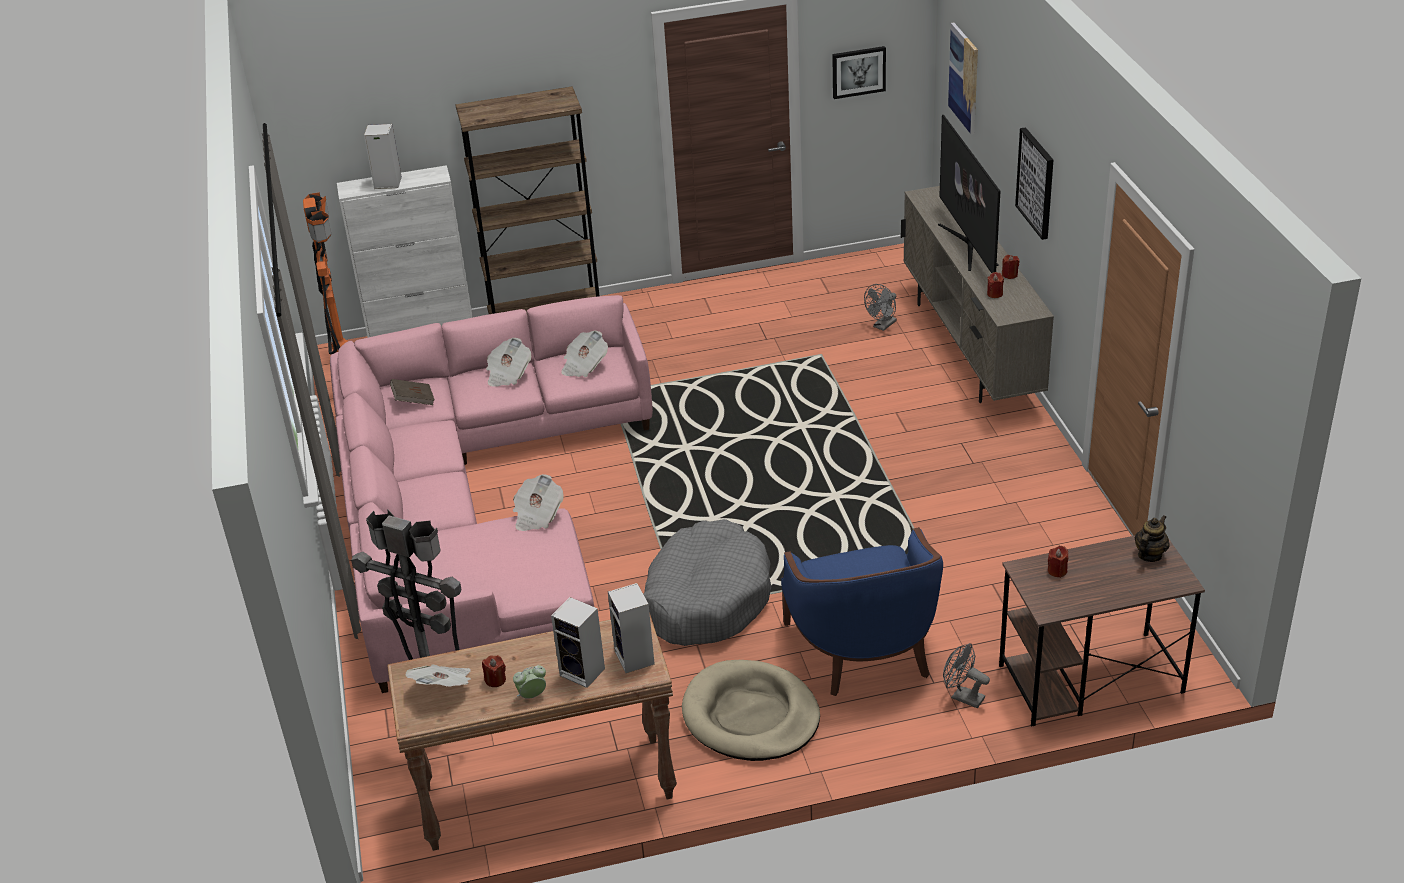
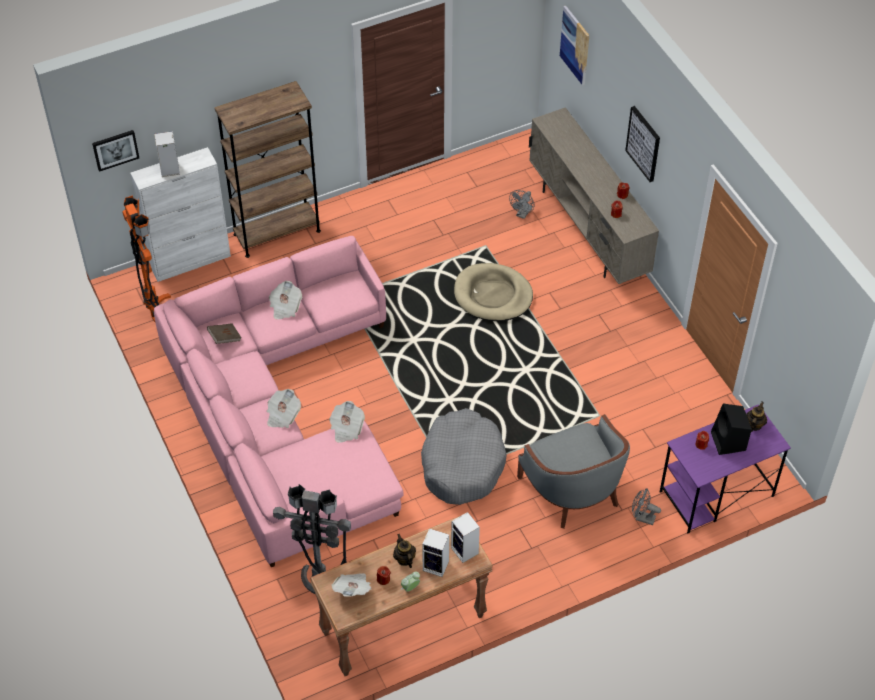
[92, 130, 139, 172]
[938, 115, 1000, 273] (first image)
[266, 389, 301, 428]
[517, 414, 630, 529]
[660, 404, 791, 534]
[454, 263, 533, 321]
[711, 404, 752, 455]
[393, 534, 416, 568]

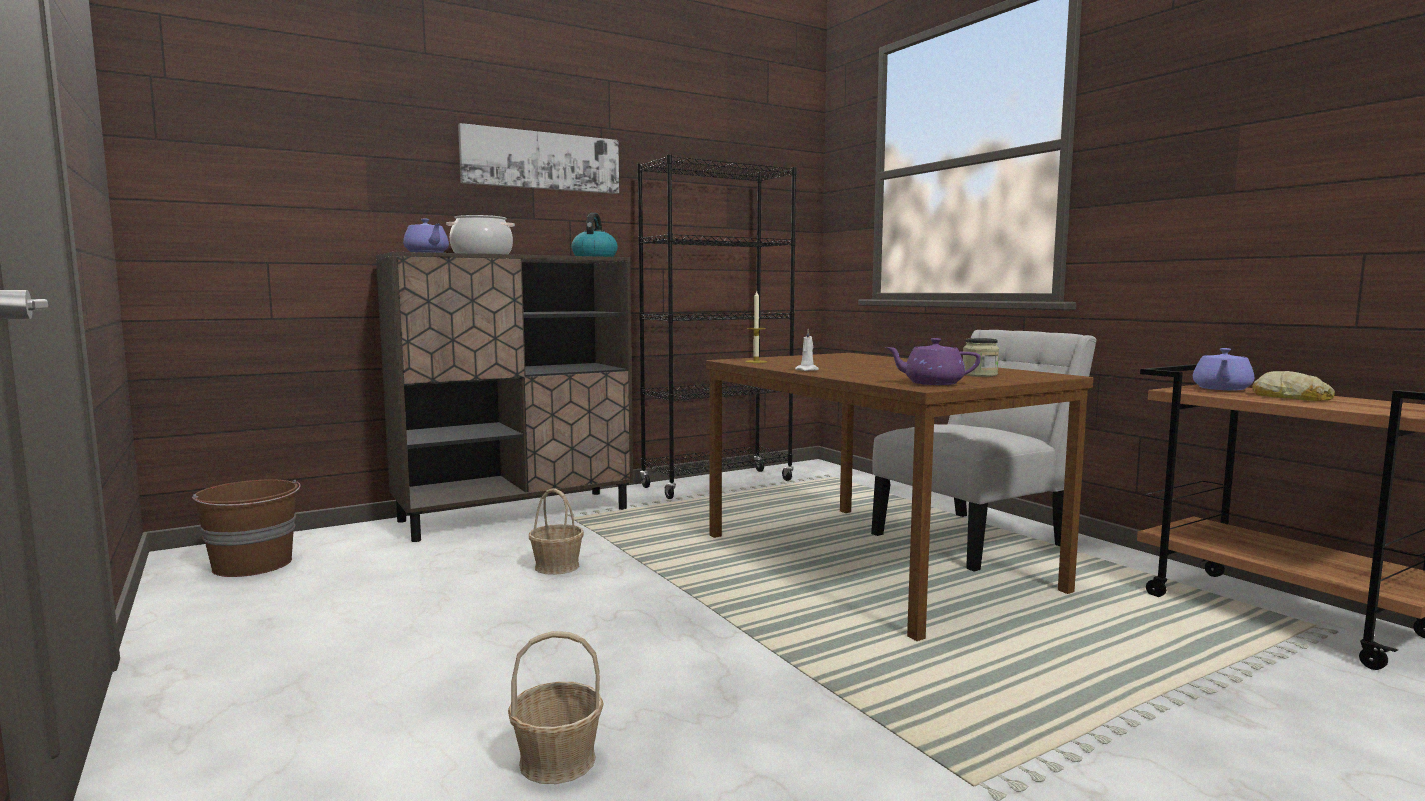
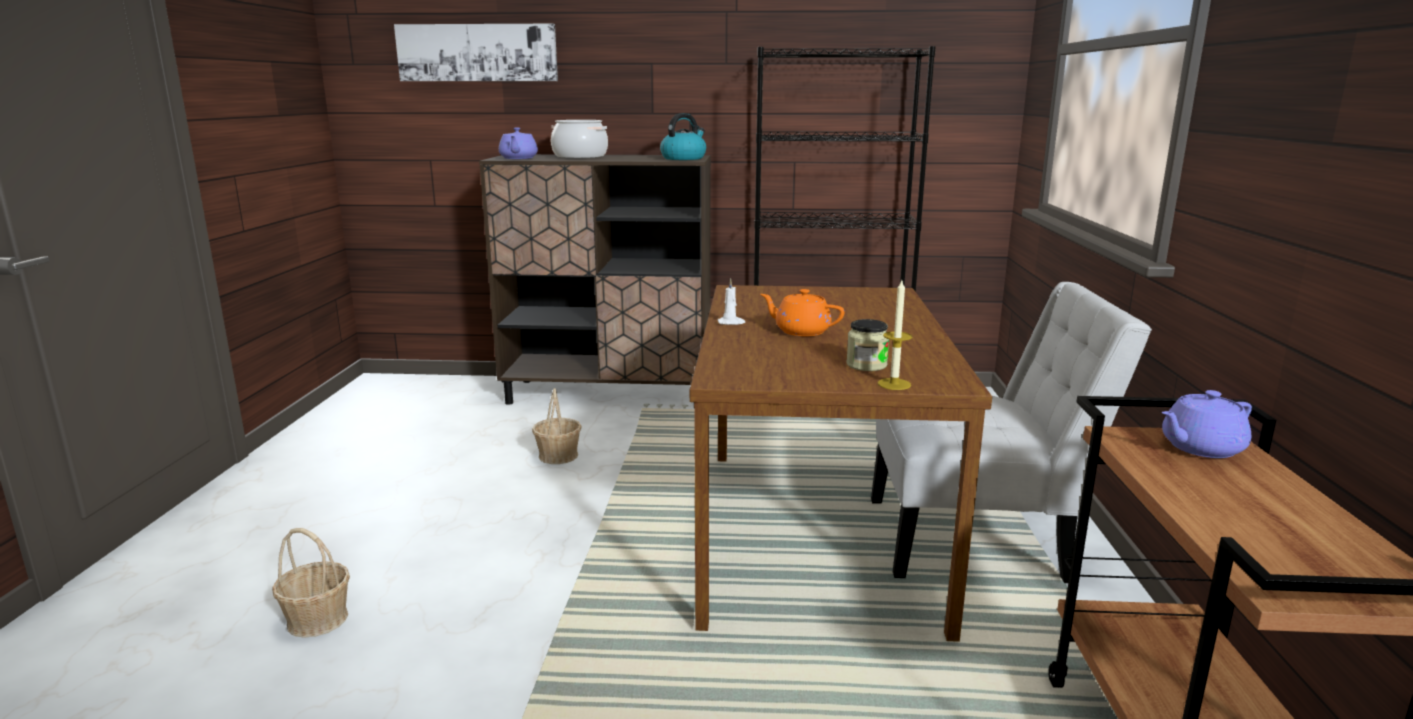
[394, 24, 558, 81]
[877, 281, 912, 390]
[885, 338, 981, 385] (first image)
[1252, 371, 1335, 401] (first image)
[192, 480, 301, 577] (first image)
[760, 289, 845, 336]

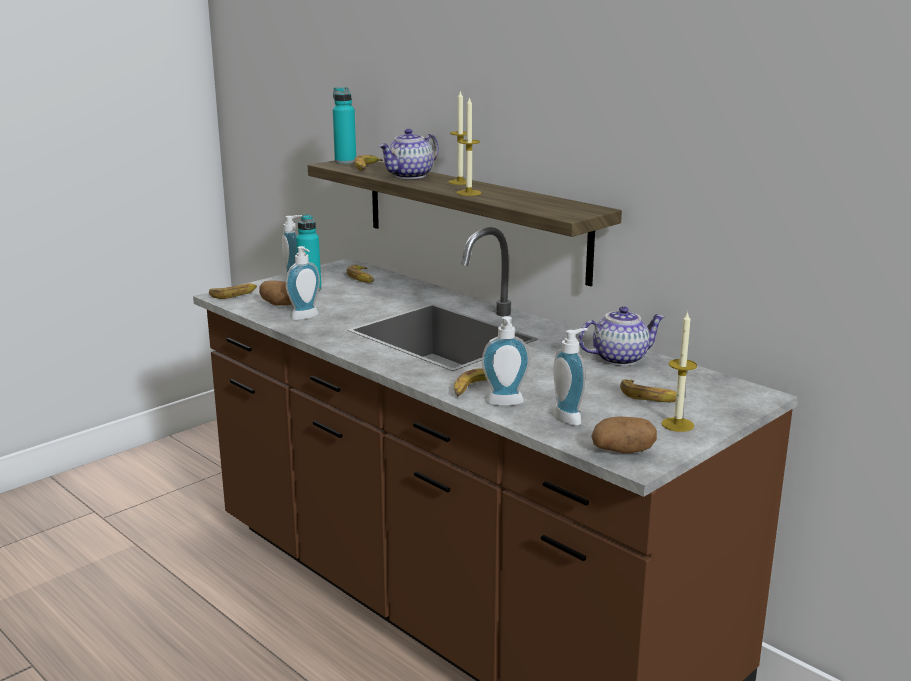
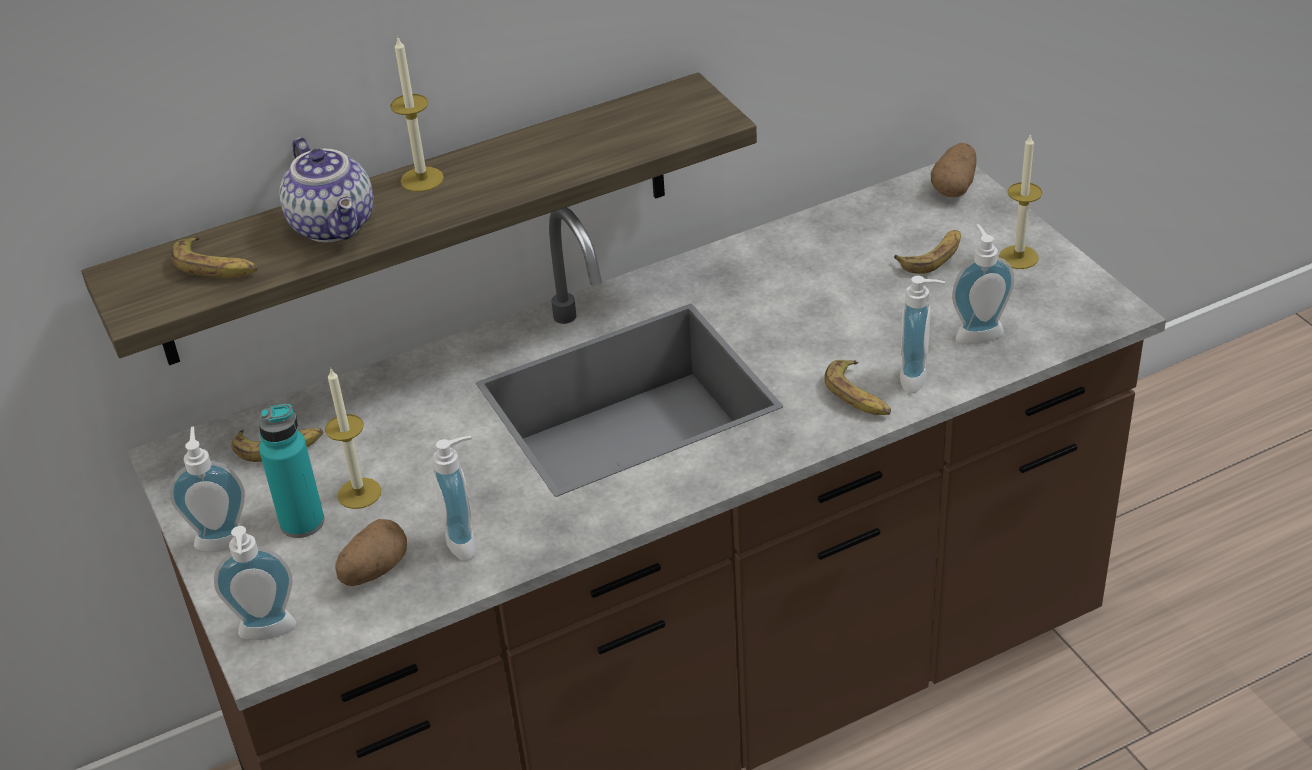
[333, 87, 356, 164] (first image)
[325, 367, 381, 509]
[214, 526, 296, 640]
[578, 306, 665, 366] (first image)
[931, 143, 977, 198]

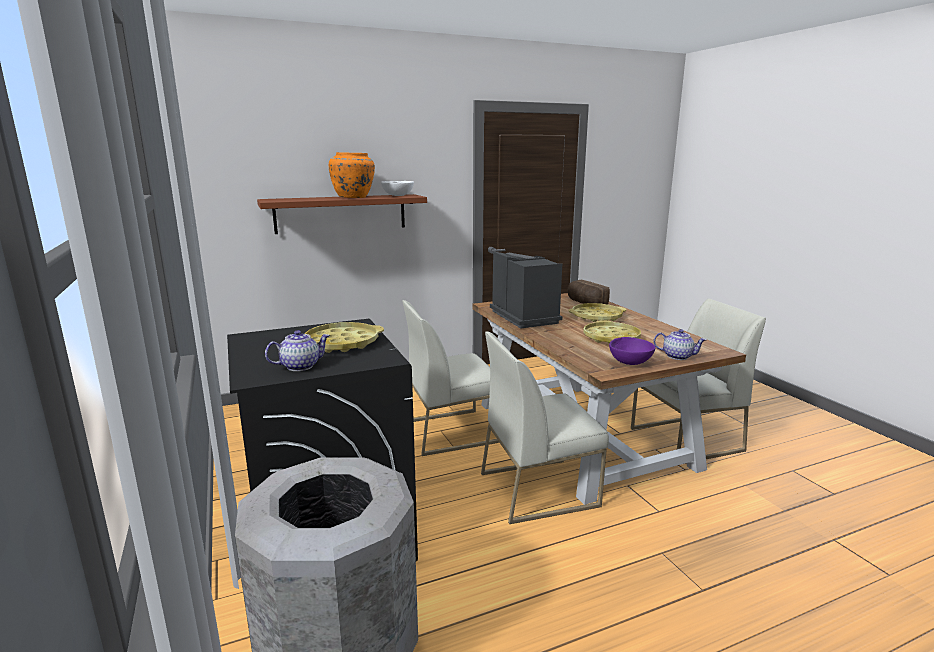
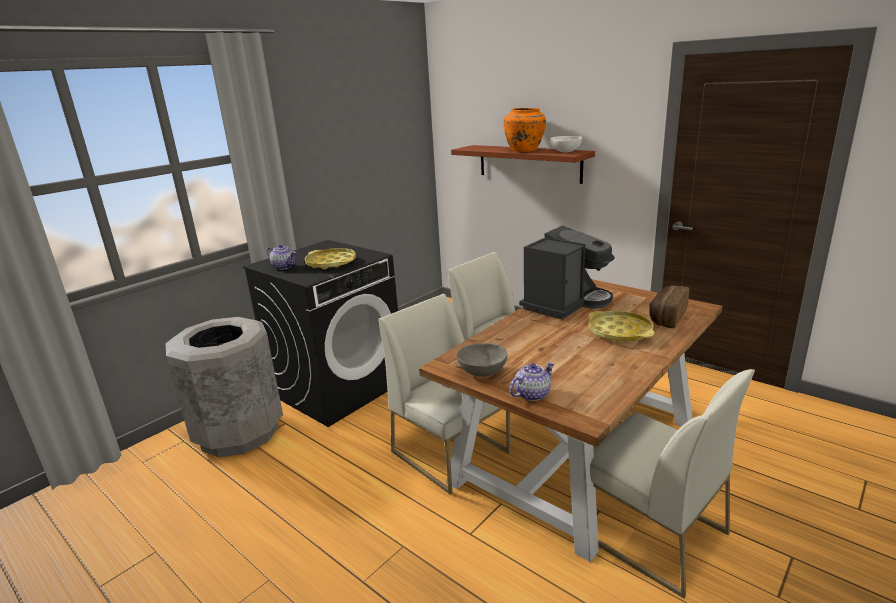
[583, 320, 641, 343] (first image)
[509, 362, 555, 401]
[457, 343, 507, 376]

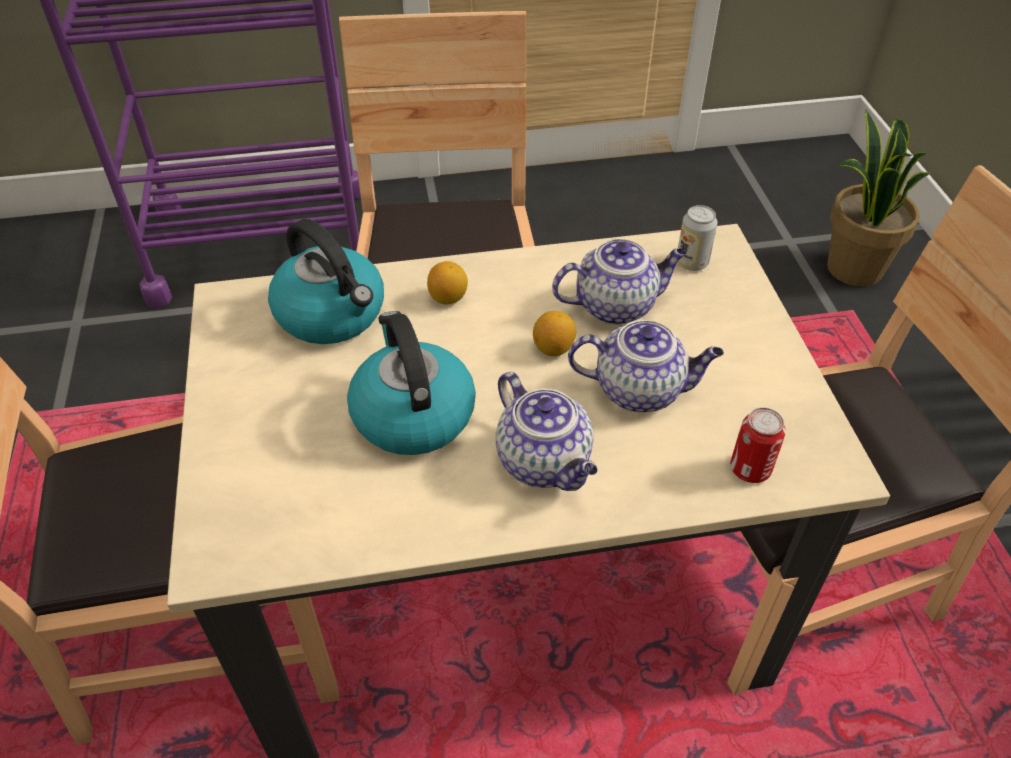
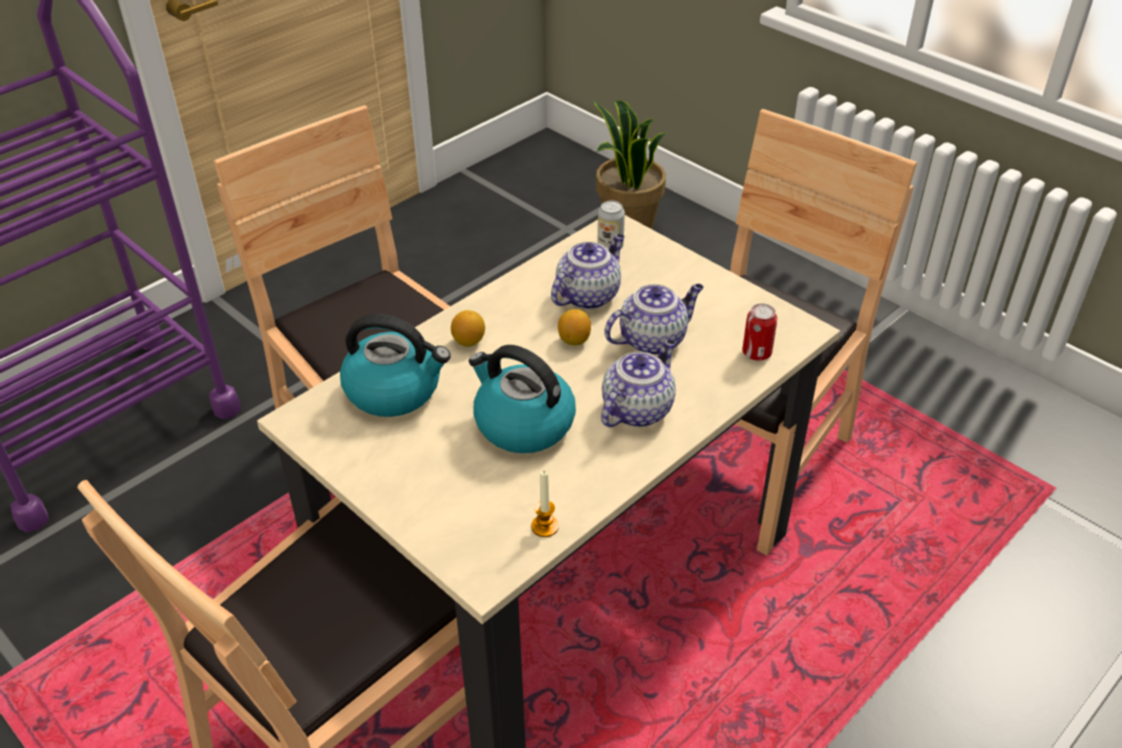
[601, 339, 676, 427]
[531, 470, 559, 537]

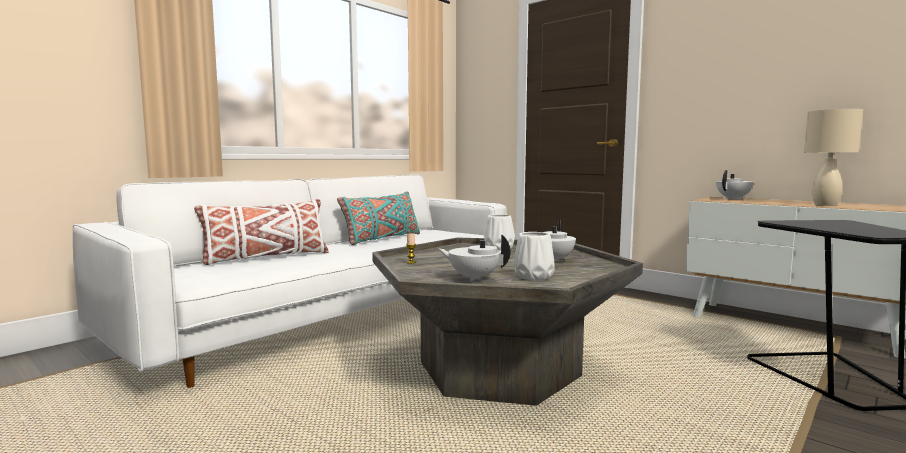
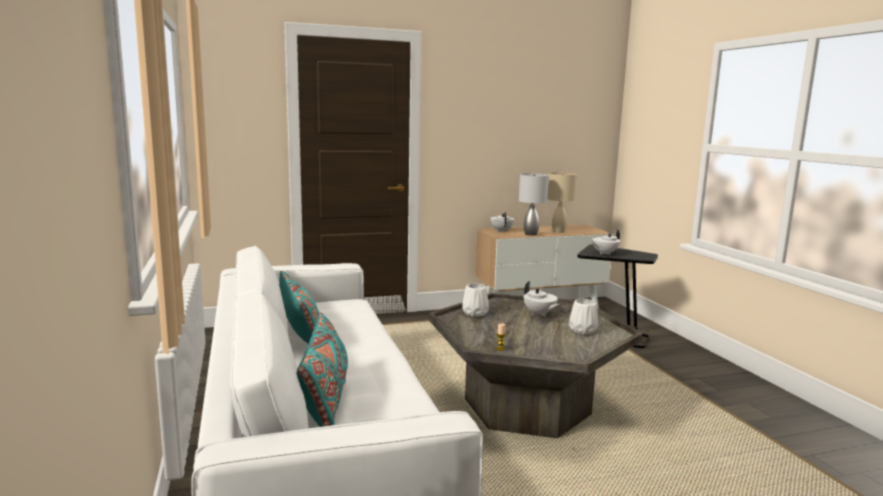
[297, 312, 348, 427]
[592, 229, 620, 255]
[519, 173, 549, 236]

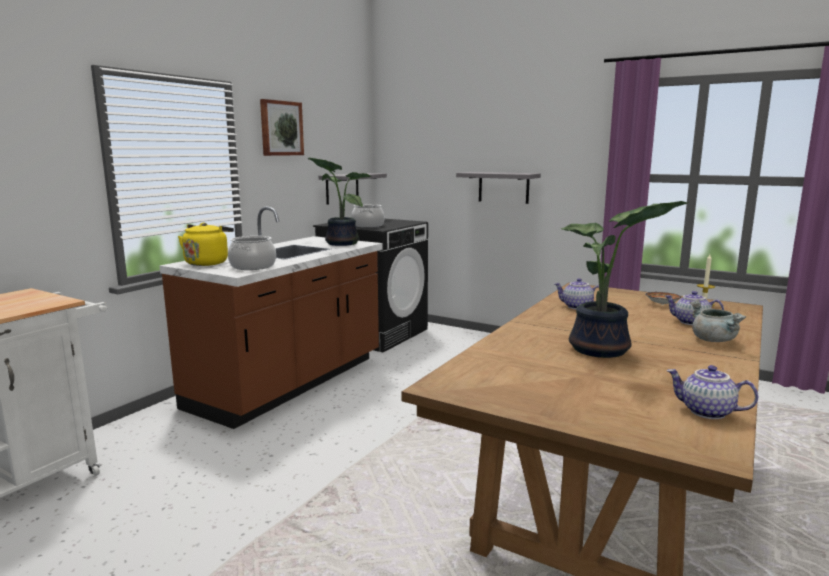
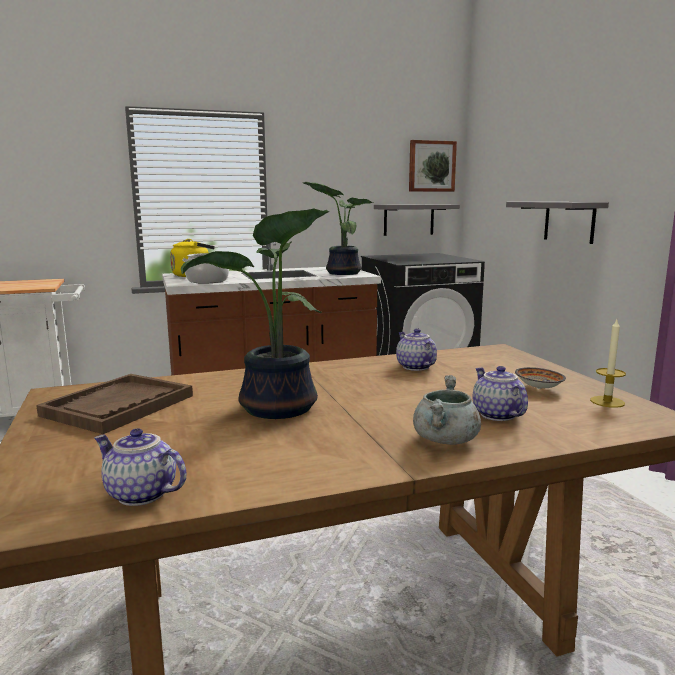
[409, 140, 457, 192]
[351, 204, 385, 228] (first image)
[94, 428, 186, 506]
[36, 374, 193, 434]

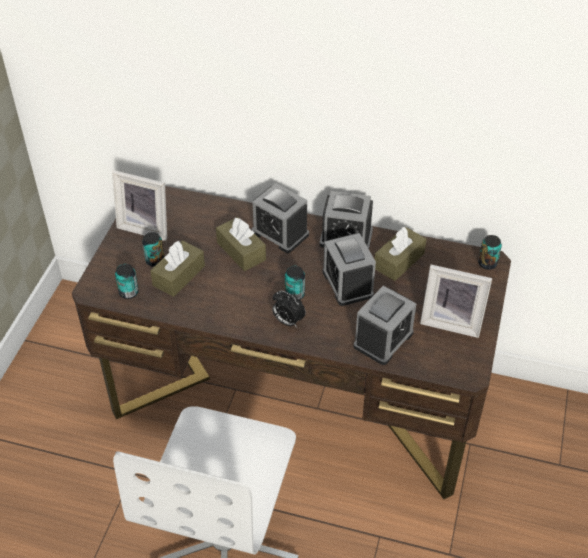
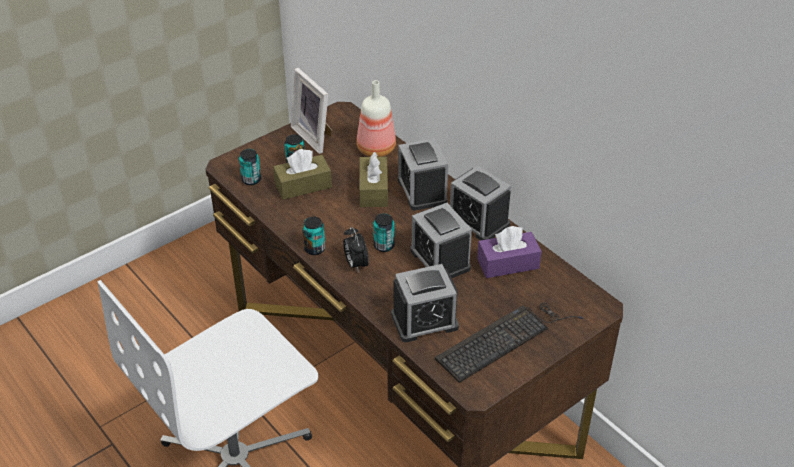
[477, 226, 542, 278]
[410, 203, 472, 278]
[302, 216, 325, 255]
[435, 302, 583, 383]
[357, 80, 396, 157]

